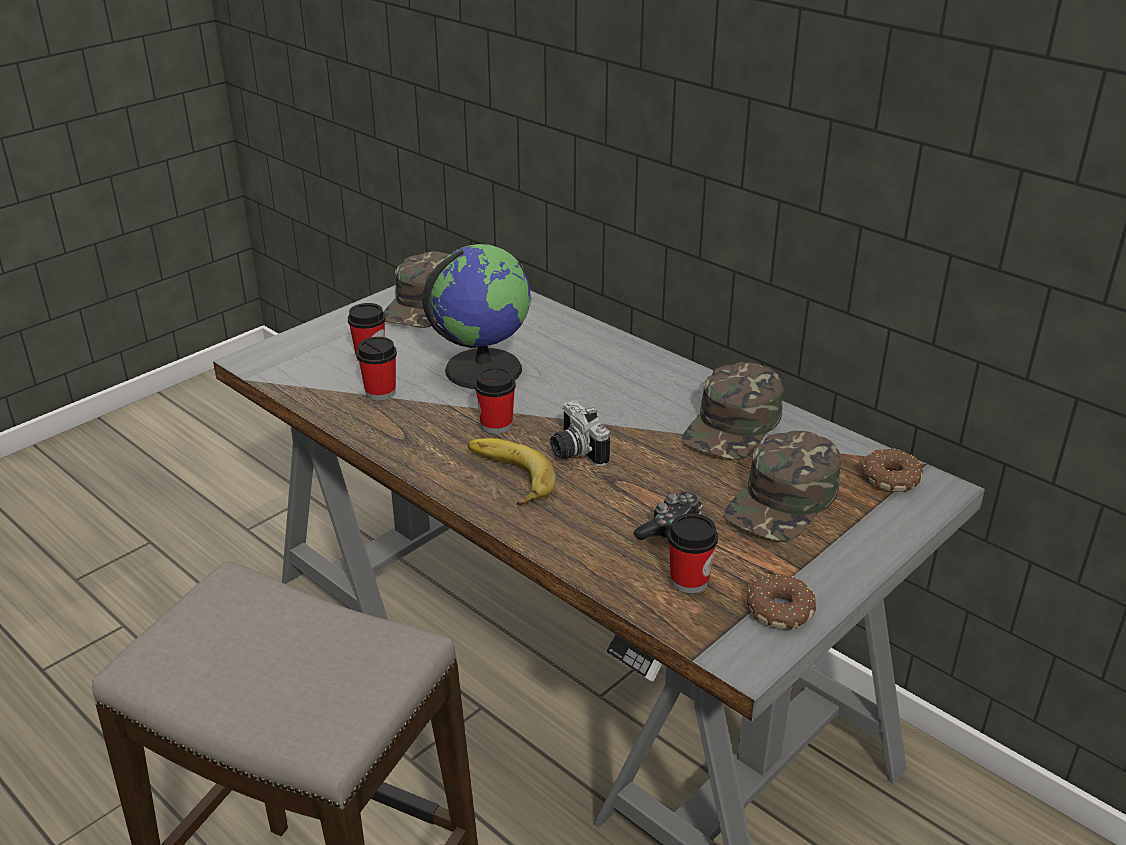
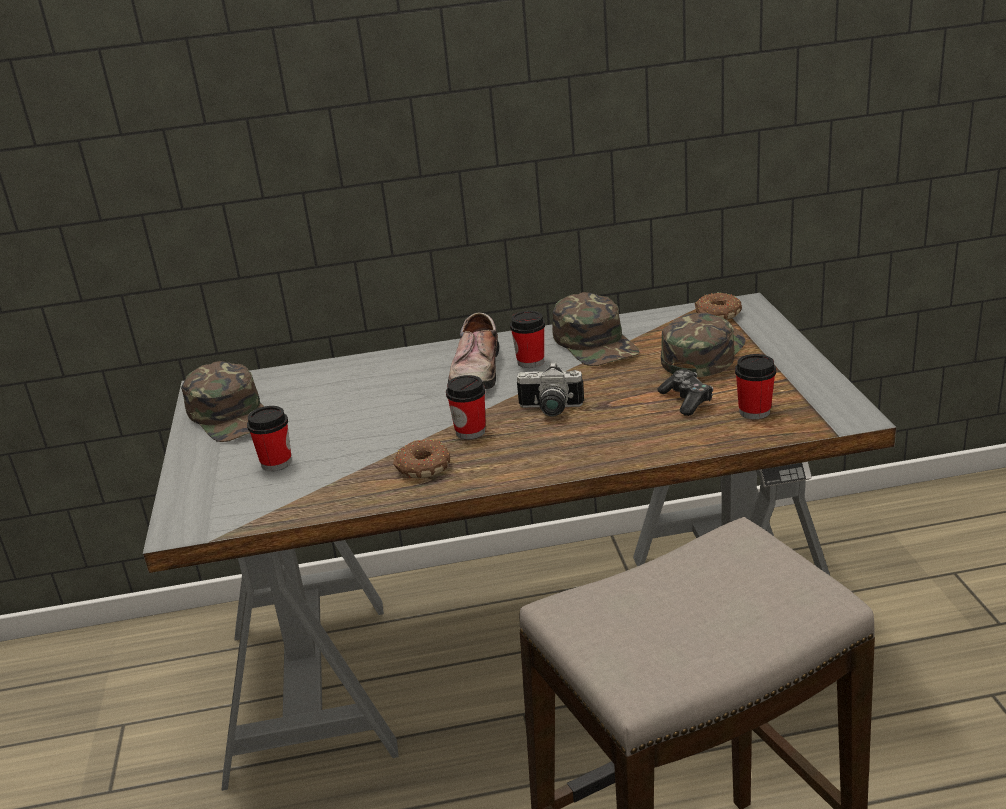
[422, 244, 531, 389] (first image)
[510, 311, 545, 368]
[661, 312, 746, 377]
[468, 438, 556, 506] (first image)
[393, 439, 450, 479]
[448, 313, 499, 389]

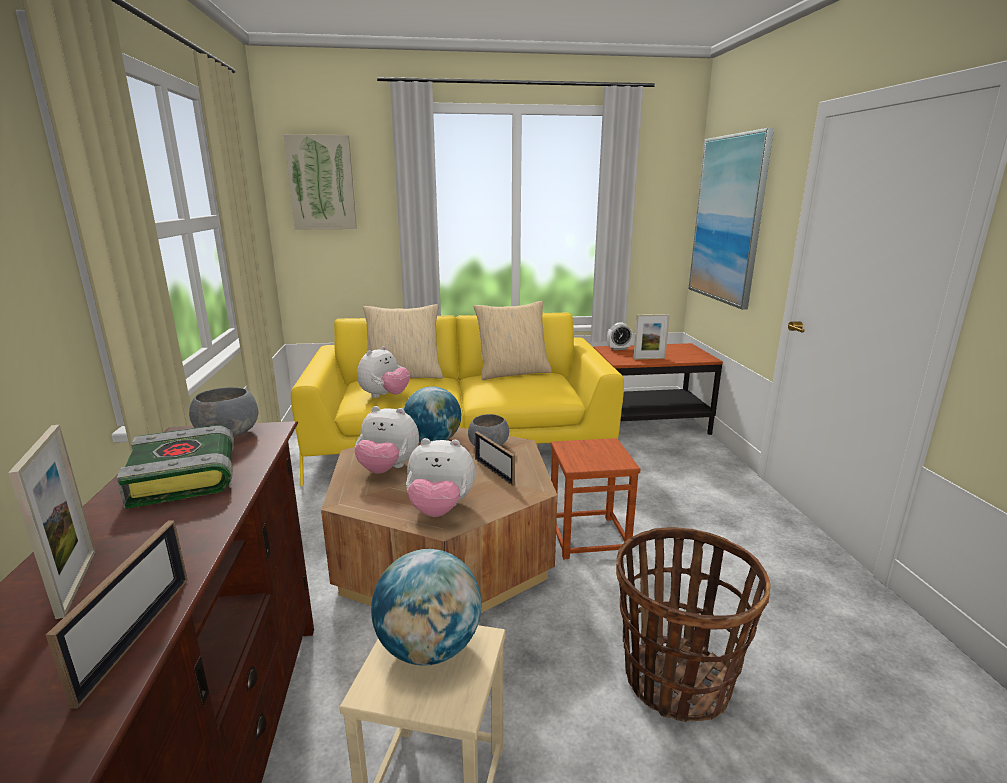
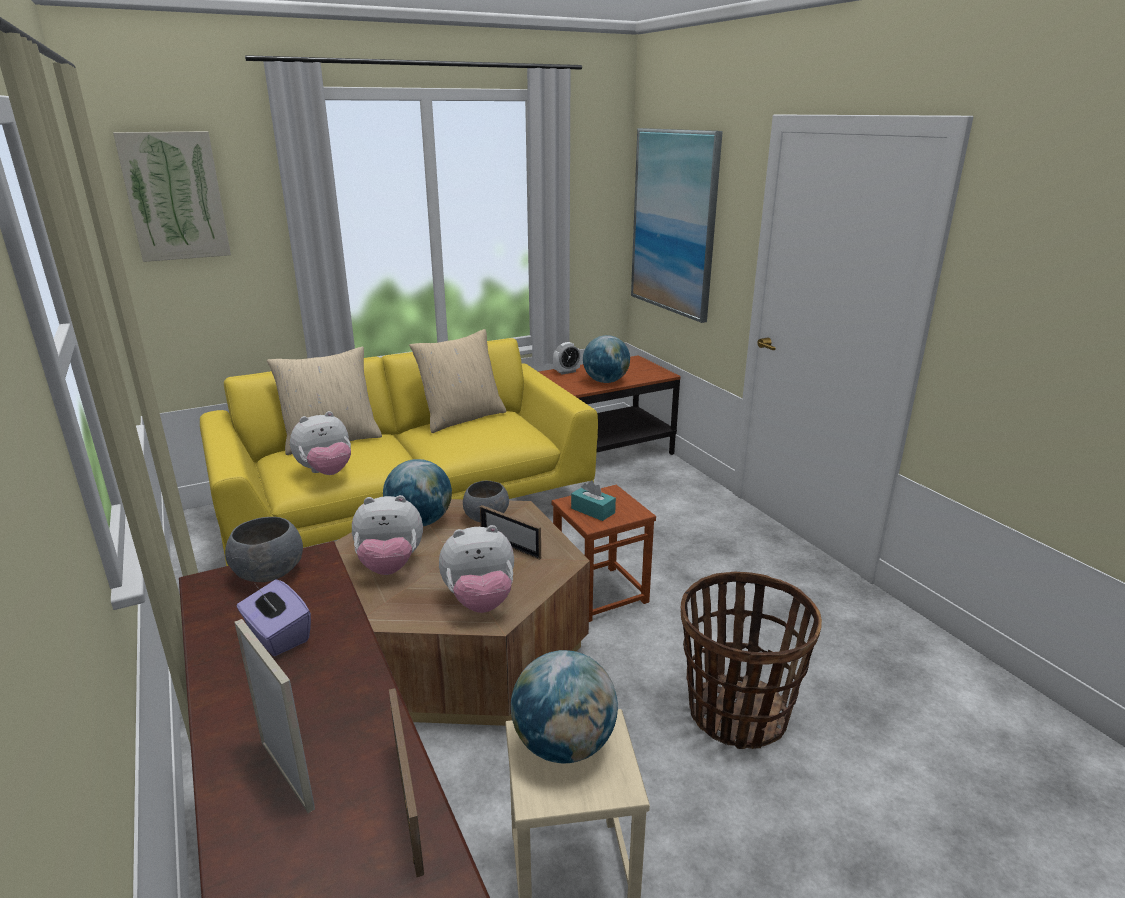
[583, 335, 630, 383]
[290, 411, 351, 475]
[237, 580, 311, 656]
[571, 481, 616, 521]

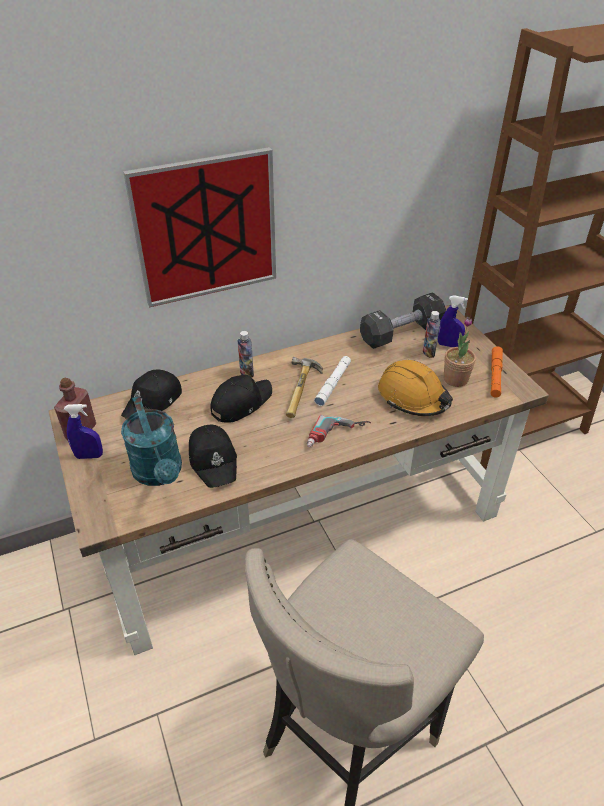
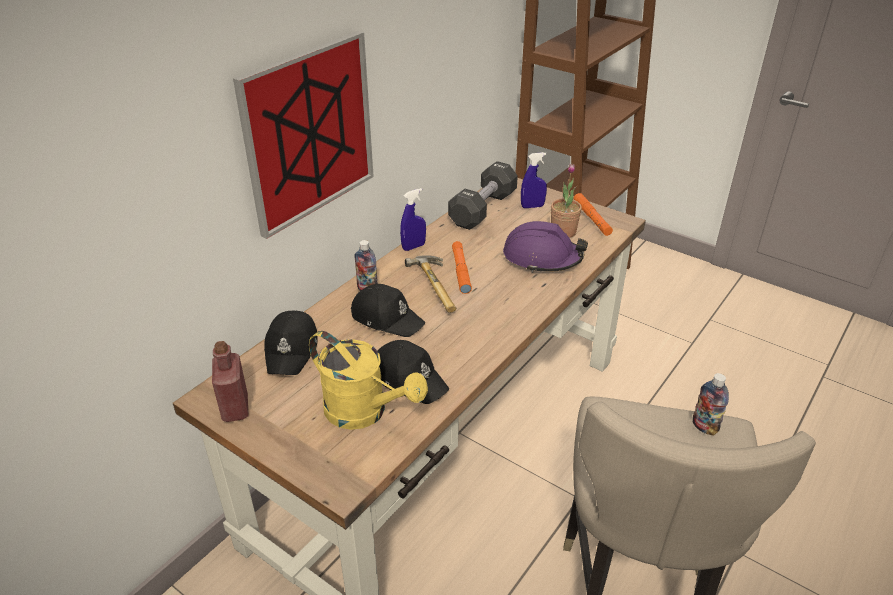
[693, 373, 729, 436]
[452, 241, 472, 294]
[503, 221, 588, 273]
[351, 284, 425, 337]
[309, 331, 428, 430]
[400, 188, 426, 251]
[307, 415, 371, 447] (first image)

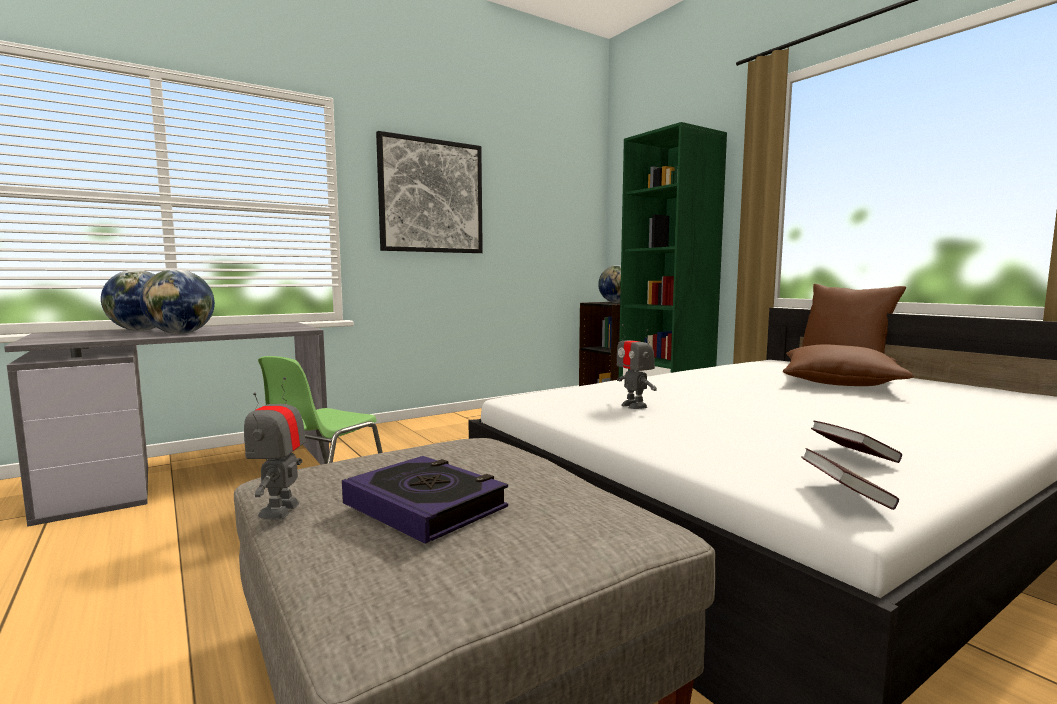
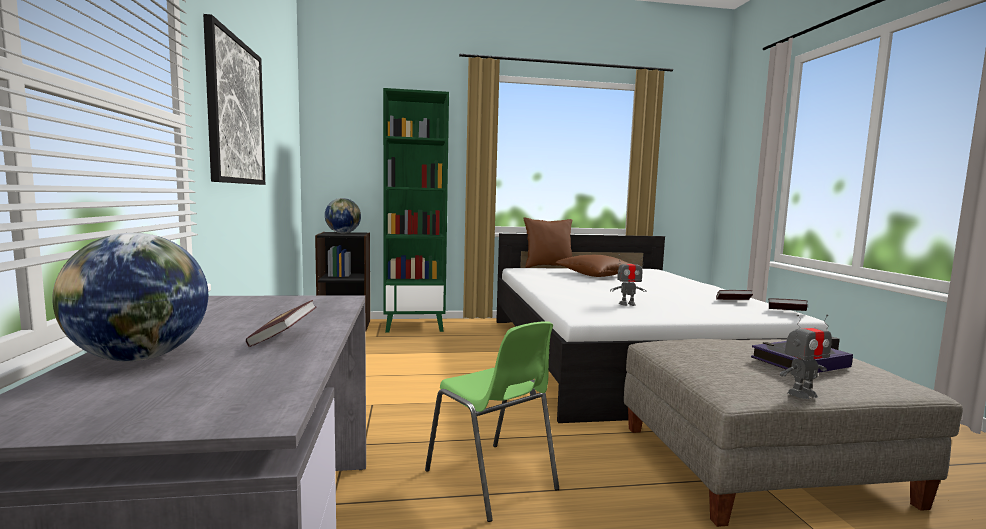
[246, 300, 316, 347]
[780, 314, 832, 399]

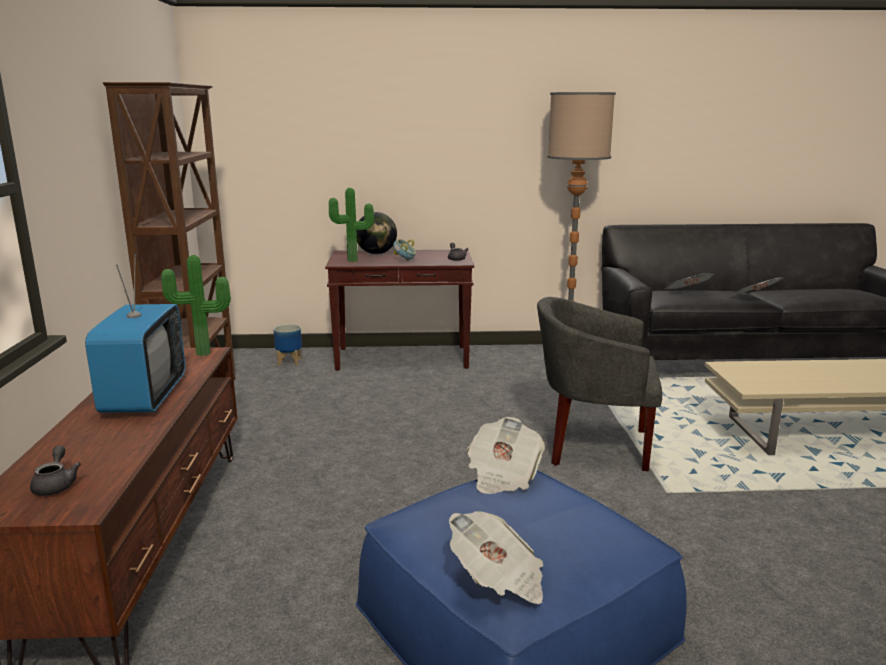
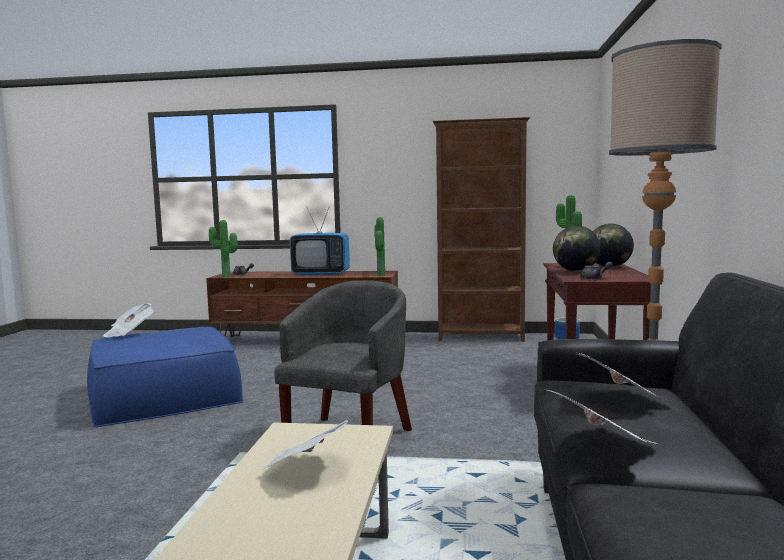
[553, 226, 601, 272]
[262, 420, 348, 470]
[209, 220, 238, 278]

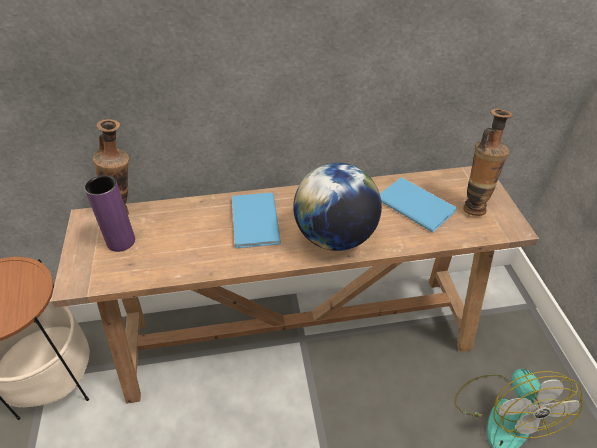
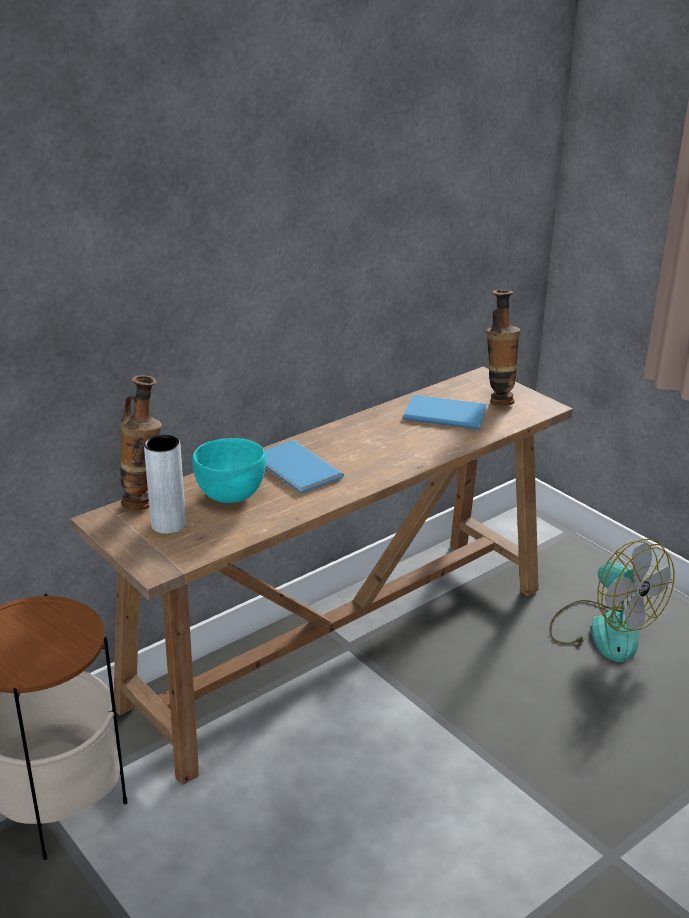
[293, 163, 382, 251] (first image)
[144, 435, 186, 534]
[192, 438, 266, 503]

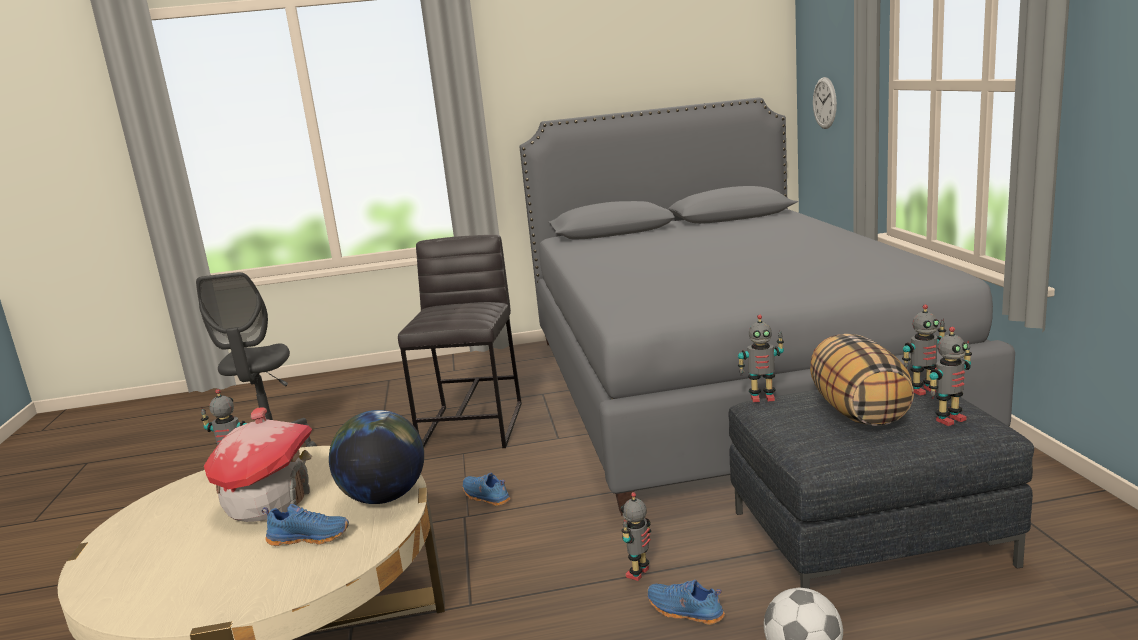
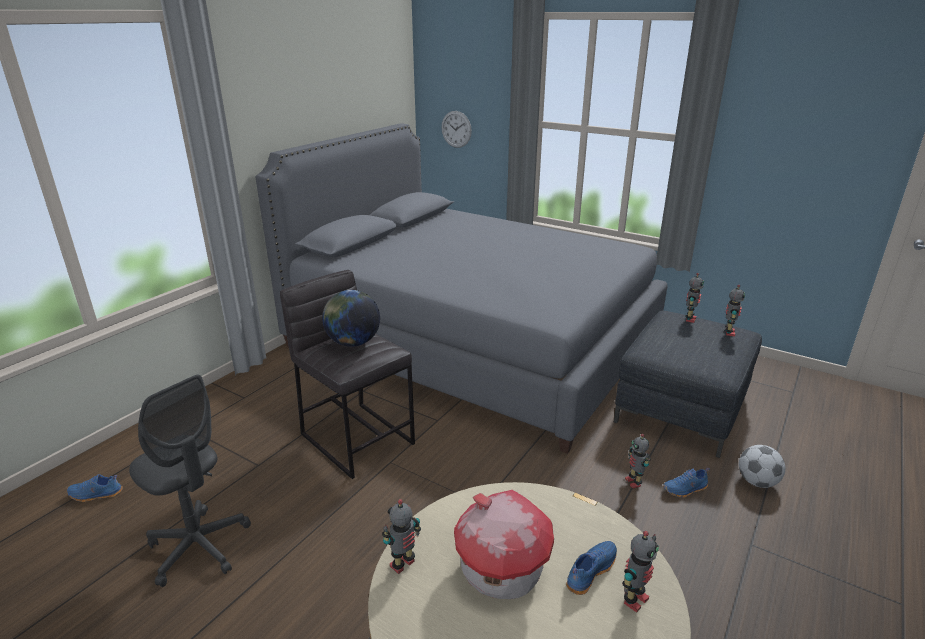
[622, 531, 659, 613]
[810, 334, 914, 426] (first image)
[322, 290, 380, 347]
[67, 474, 123, 502]

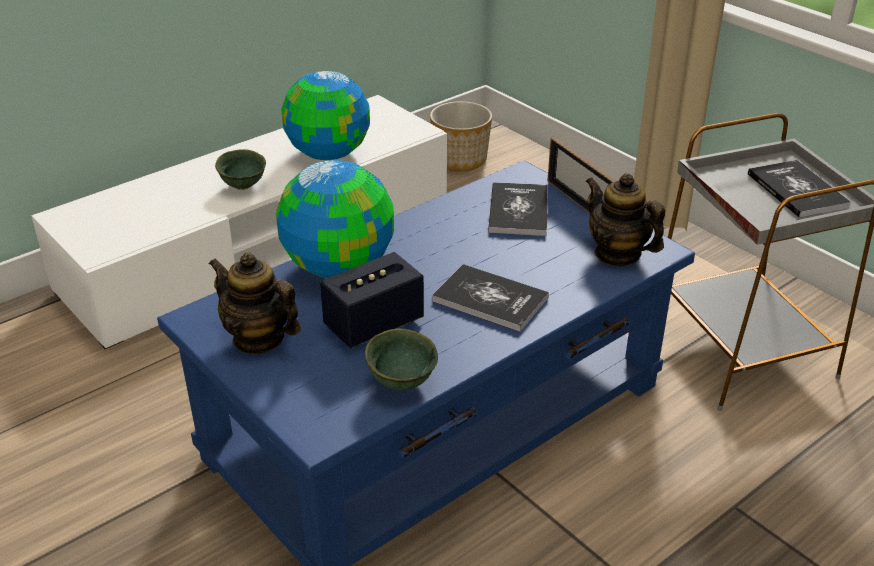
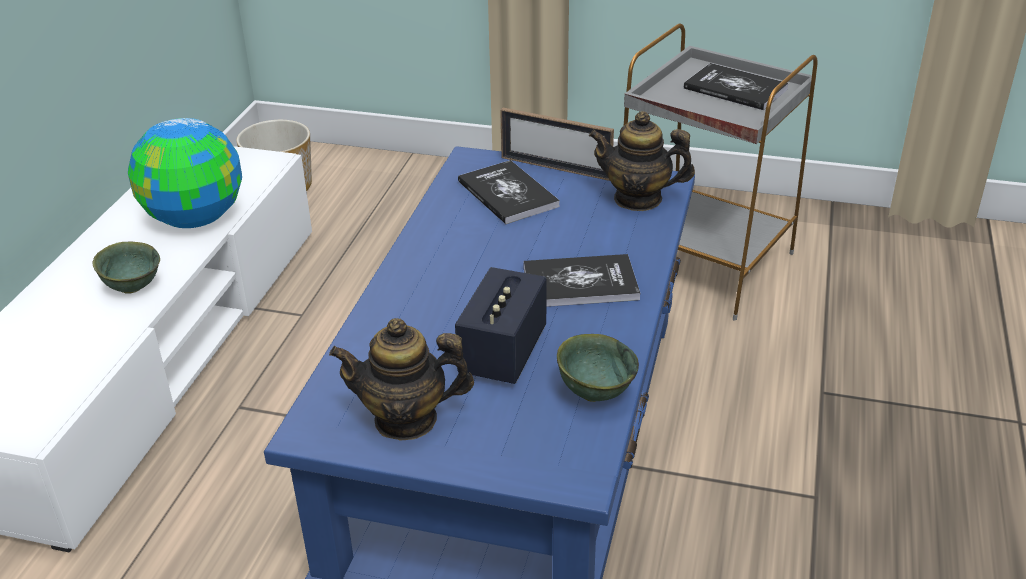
[276, 160, 394, 278] (first image)

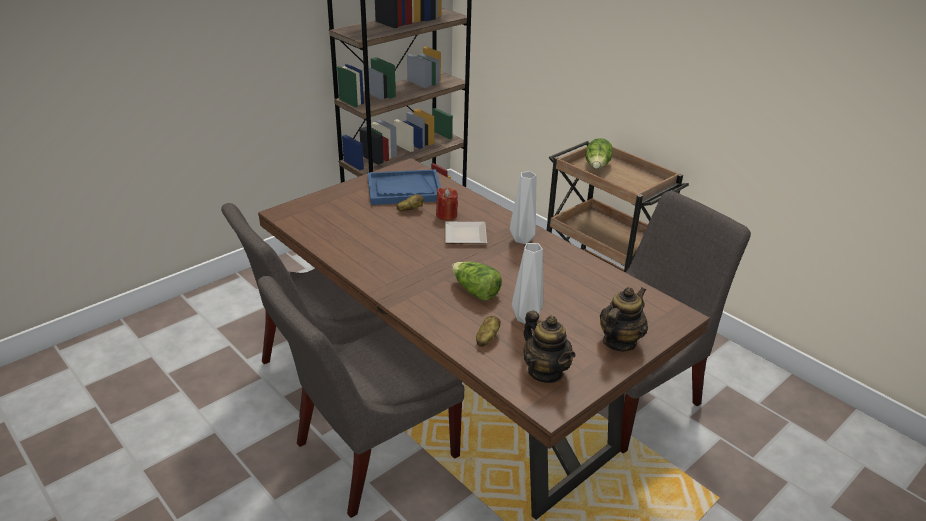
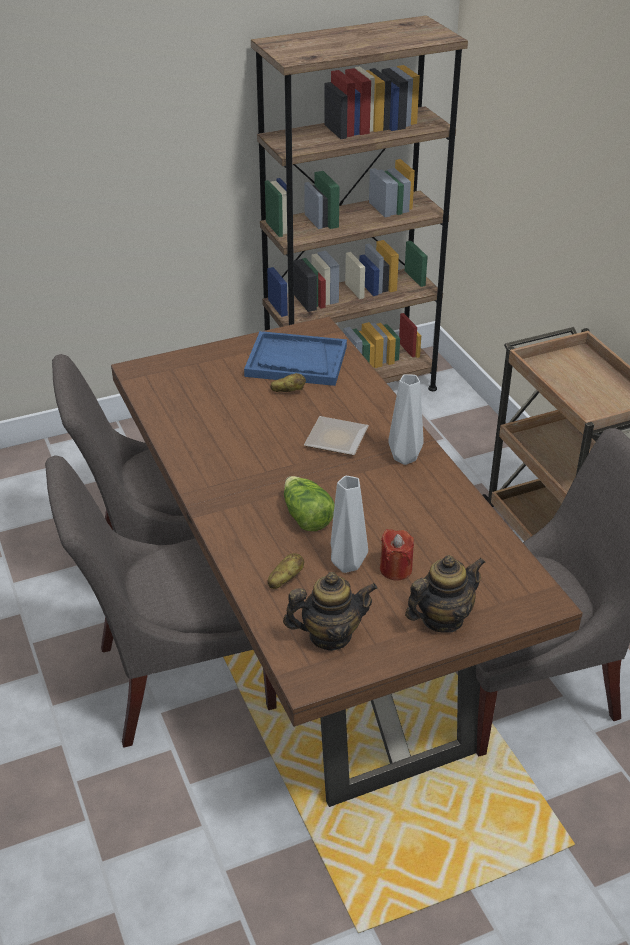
[585, 138, 613, 169] (first image)
[380, 529, 414, 581]
[283, 572, 377, 651]

